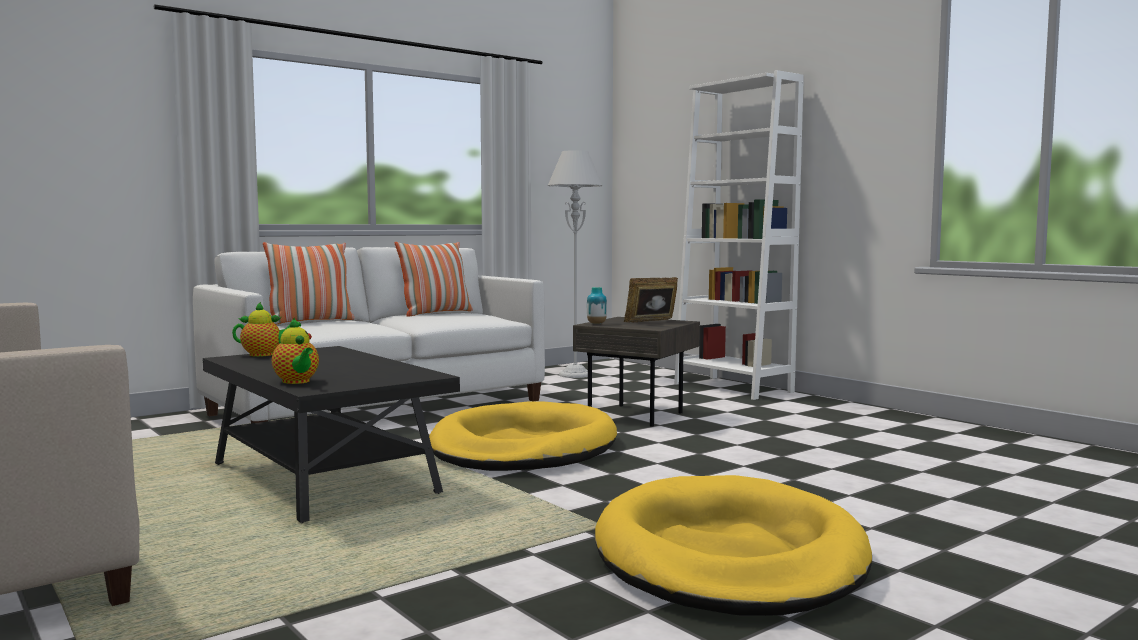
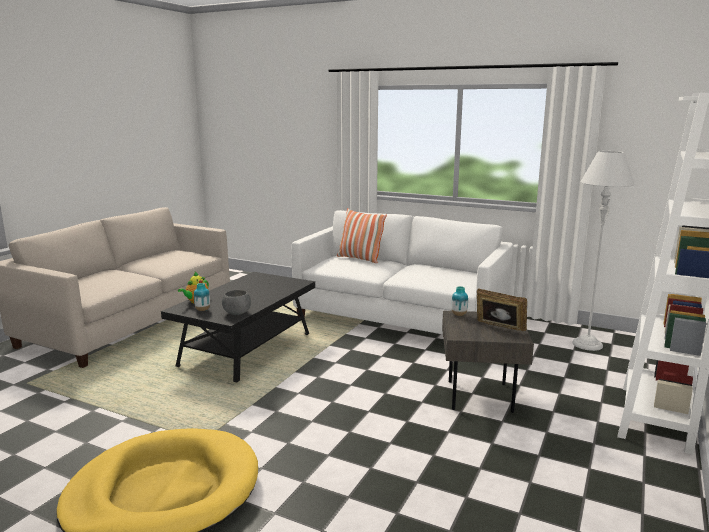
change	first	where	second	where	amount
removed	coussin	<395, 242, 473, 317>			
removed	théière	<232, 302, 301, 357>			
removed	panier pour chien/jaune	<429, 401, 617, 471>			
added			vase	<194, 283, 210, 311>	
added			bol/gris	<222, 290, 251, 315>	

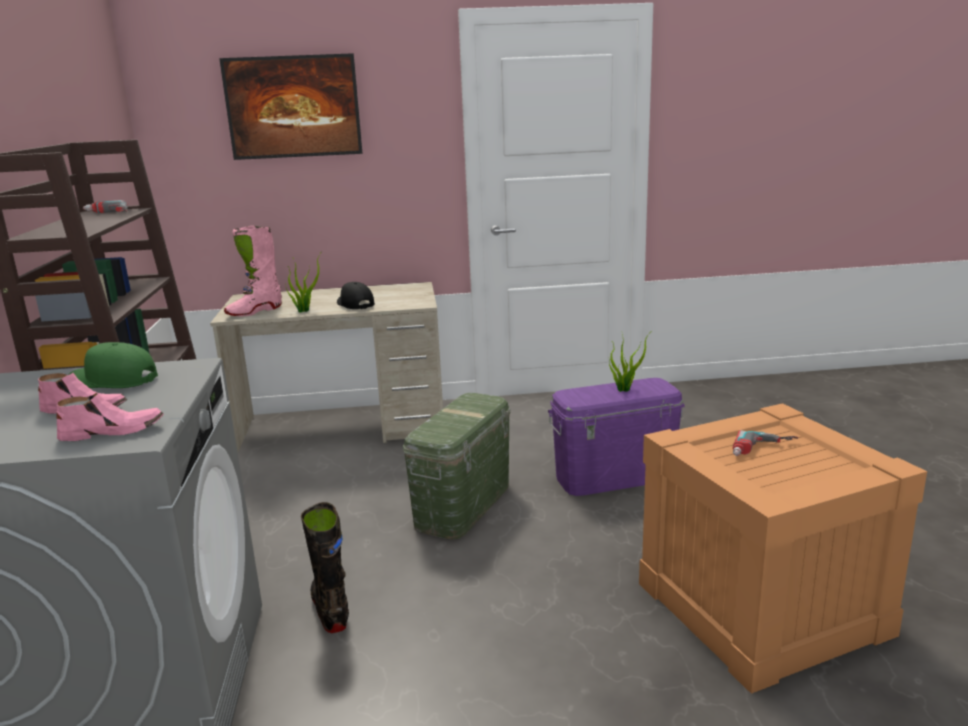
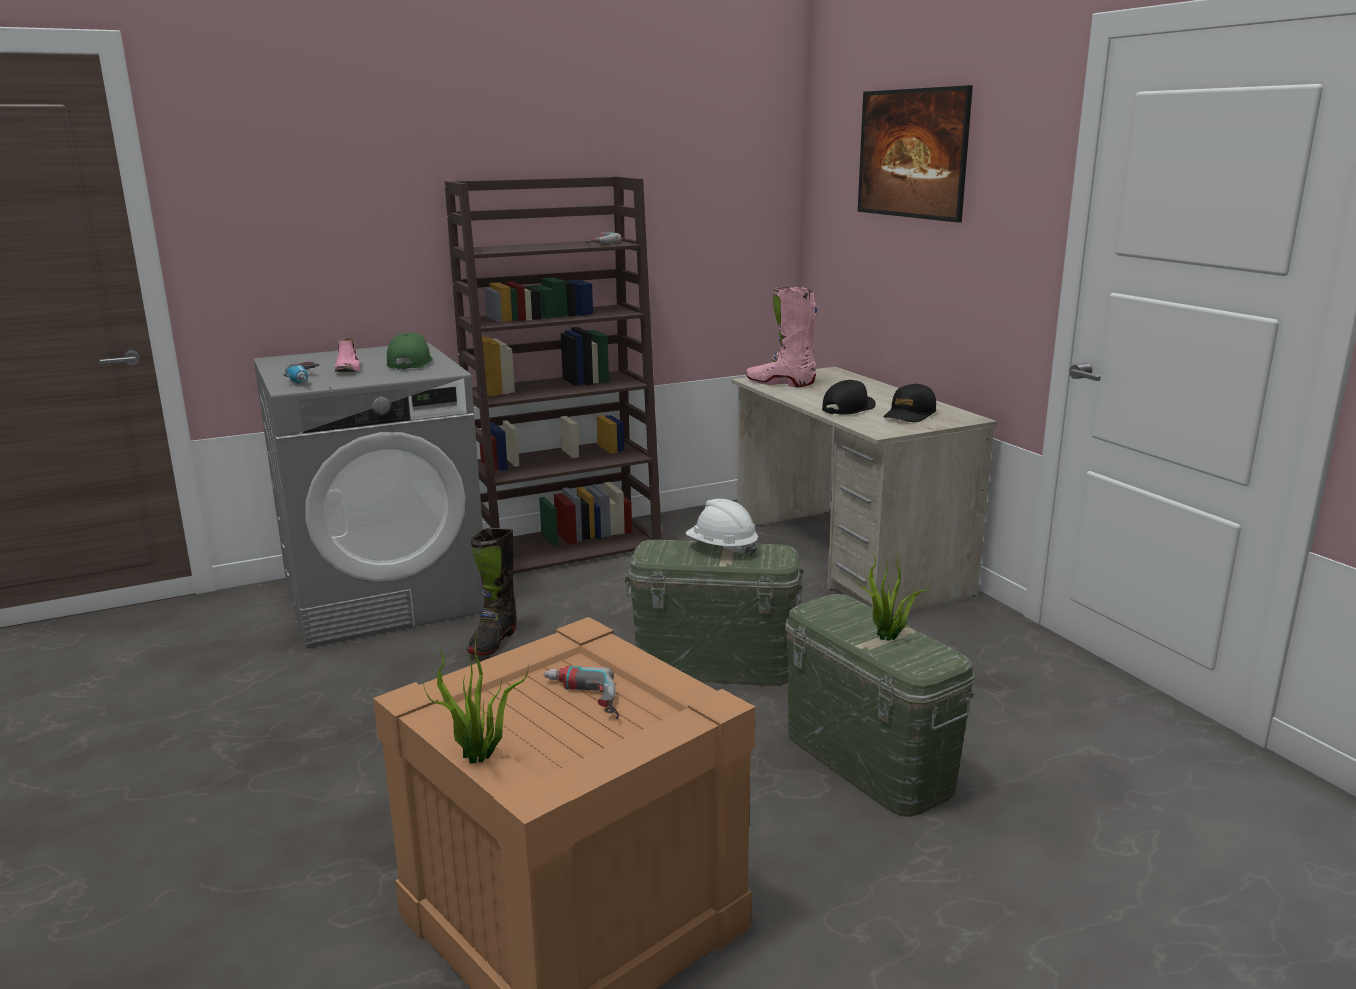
change	first	where	second	where	amount
moved	plante en pot	<285, 251, 322, 313>		<423, 630, 528, 764>	
recoloured	boîte de rangement/violet	<548, 378, 685, 496>	boîte de rangement/vert	<785, 594, 975, 817>	
replaced	chaussure/rose	<56, 393, 164, 441>	perceuse	<284, 362, 319, 384>	
turned	botte/noir	<301, 502, 349, 633>		<467, 528, 517, 655>	150 degrees clockwise
added			casquette/noir	<883, 384, 936, 422>	
added			casque de chantier/blanc	<686, 499, 758, 556>	

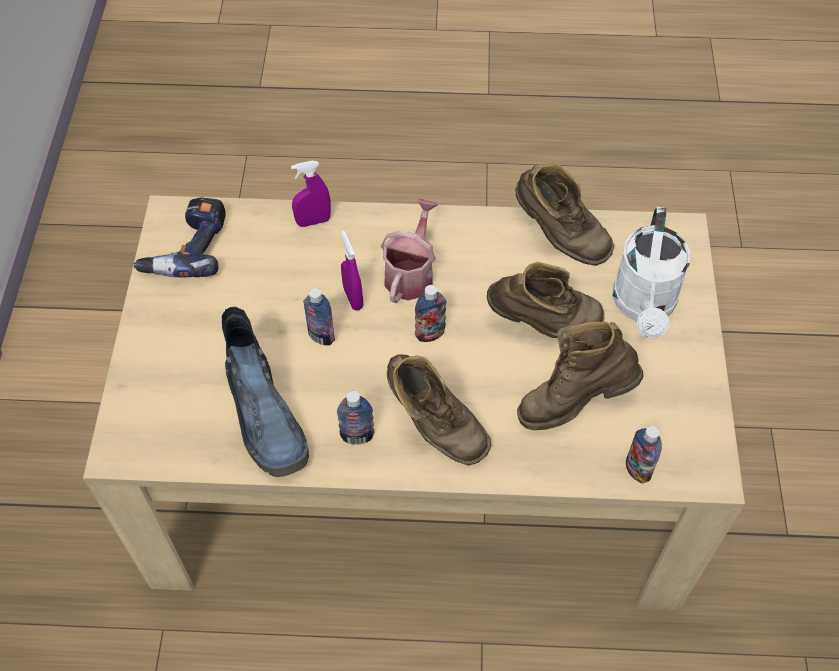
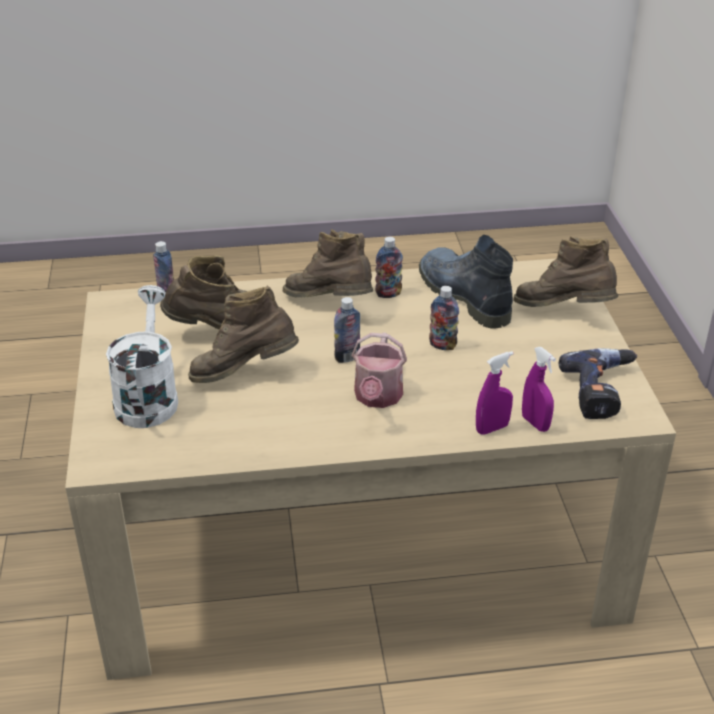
change	first	where	second	where	amount
moved	botte/marron	<515, 163, 614, 266>		<514, 236, 618, 307>	
moved	vaporisateur/violet	<341, 231, 363, 310>		<522, 347, 556, 432>	

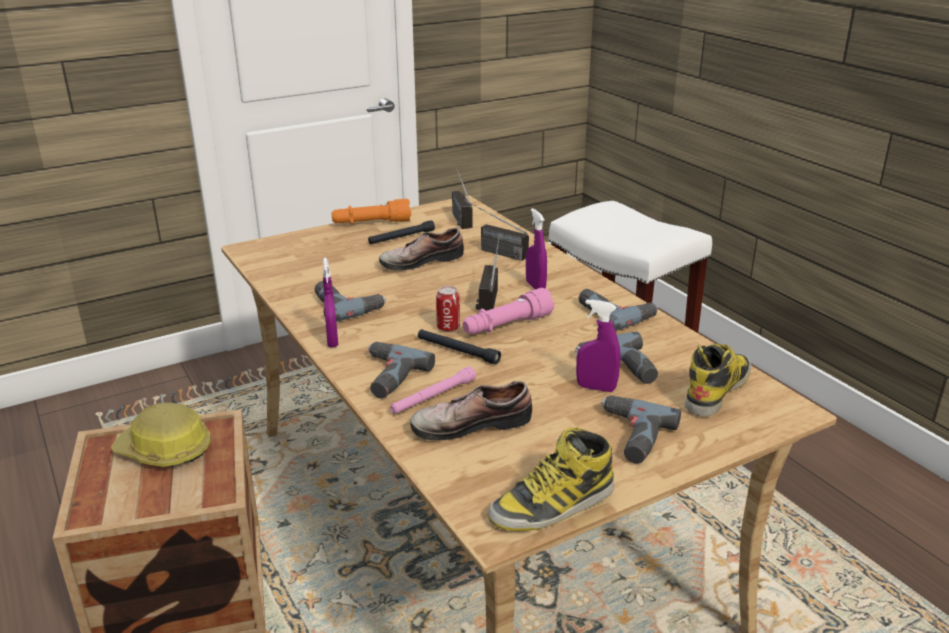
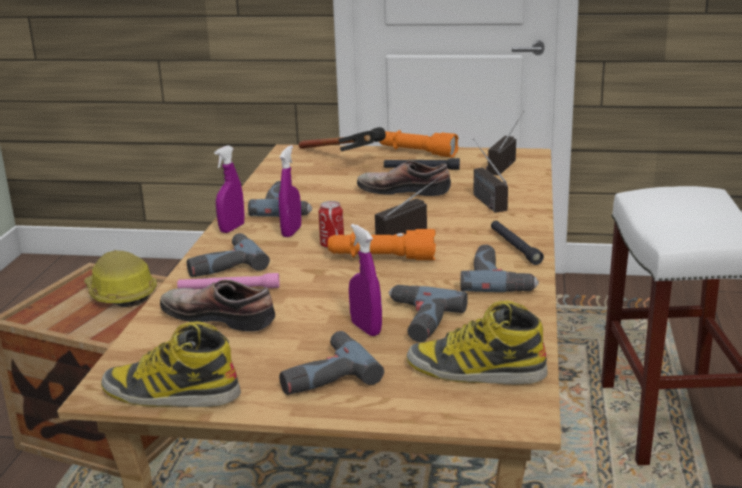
change	first	where	second	where	amount
moved	vaporisateur/violet	<526, 208, 547, 289>		<279, 145, 301, 237>	
recoloured	lampe de poche/rose	<462, 288, 554, 334>	lampe de poche/orange	<328, 229, 436, 260>	
moved	lampe de poche/noir	<418, 329, 501, 365>		<491, 221, 544, 265>	
turned	botte	<684, 344, 751, 417>		<406, 301, 547, 385>	150 degrees counterclockwise
added			marteau	<299, 127, 386, 151>	

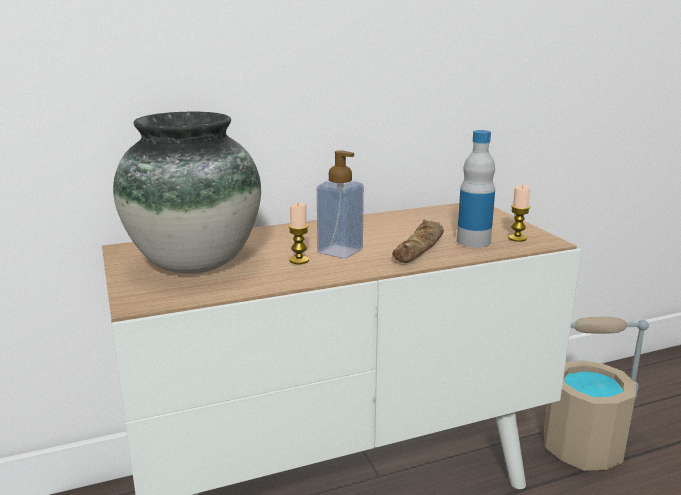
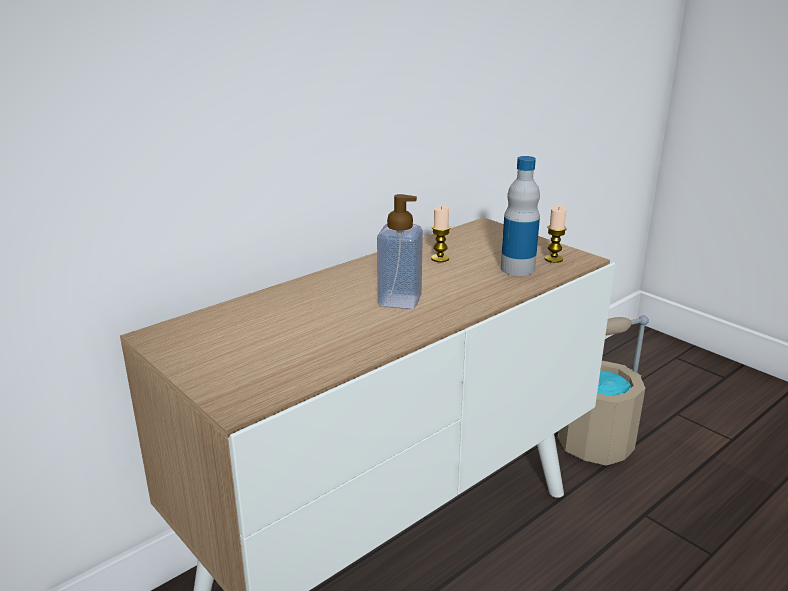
change	first	where	second	where	amount
removed	vase	<113, 112, 261, 274>			
moved	bougie	<288, 203, 309, 264>		<431, 206, 450, 262>	
removed	pain	<392, 220, 444, 263>			

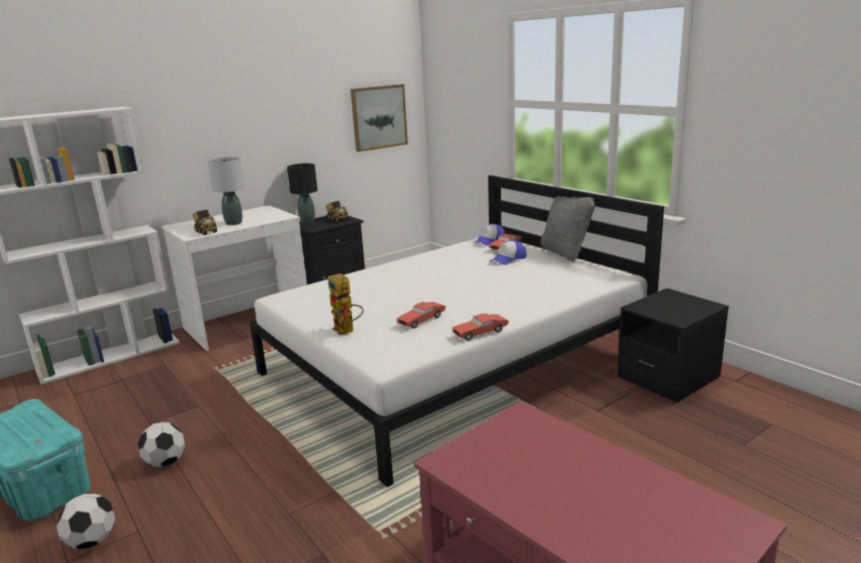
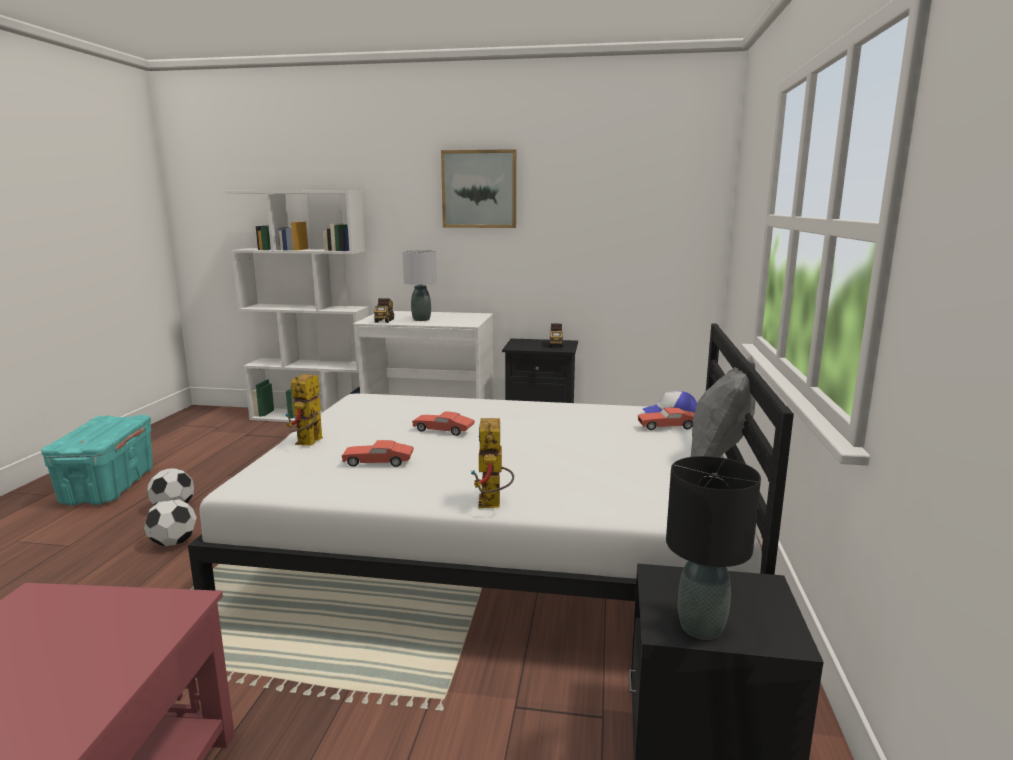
change	first	where	second	where	amount
moved	tableau	<351, 84, 408, 152>		<441, 149, 516, 228>	
moved	lampe de table/noir	<287, 163, 318, 223>		<666, 456, 761, 640>	
removed	casquette	<491, 240, 527, 265>			
moved	petite voiture/rouge	<452, 313, 509, 341>		<412, 411, 475, 436>	
moved	ballon de foot	<56, 493, 115, 549>		<144, 499, 197, 546>	
added			robot jouet	<471, 418, 514, 508>	

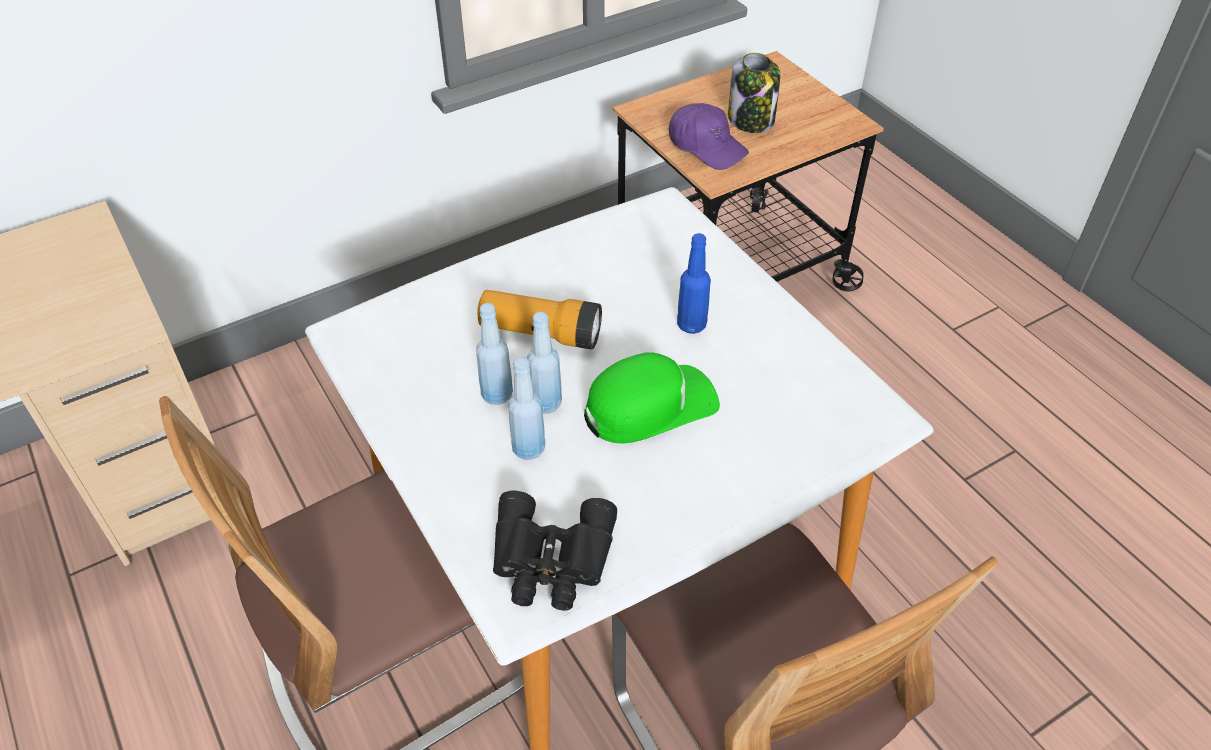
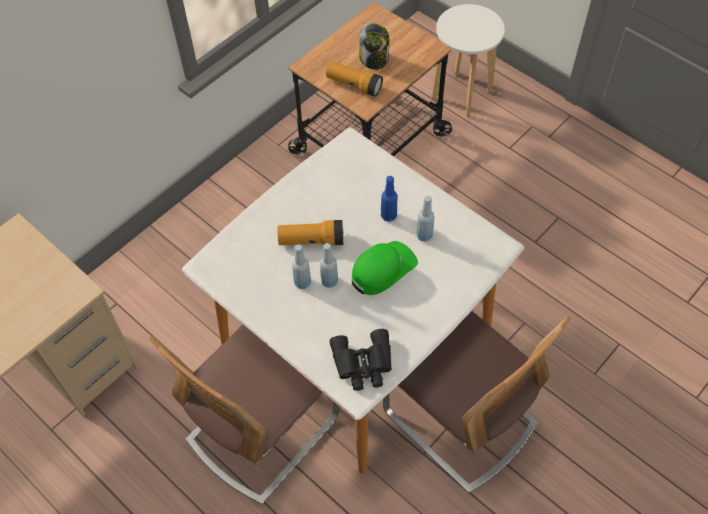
change	first	where	second	where	amount
replaced	casquette/violet	<669, 103, 749, 170>	lampe de poche	<326, 61, 383, 97>	
moved	bouteille/bleu	<508, 357, 545, 460>		<416, 196, 435, 242>	
added			tabouret/blanc	<431, 4, 505, 117>	

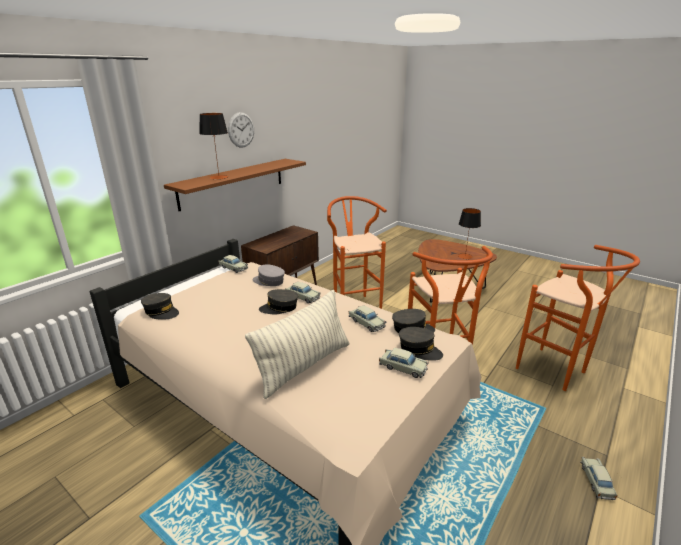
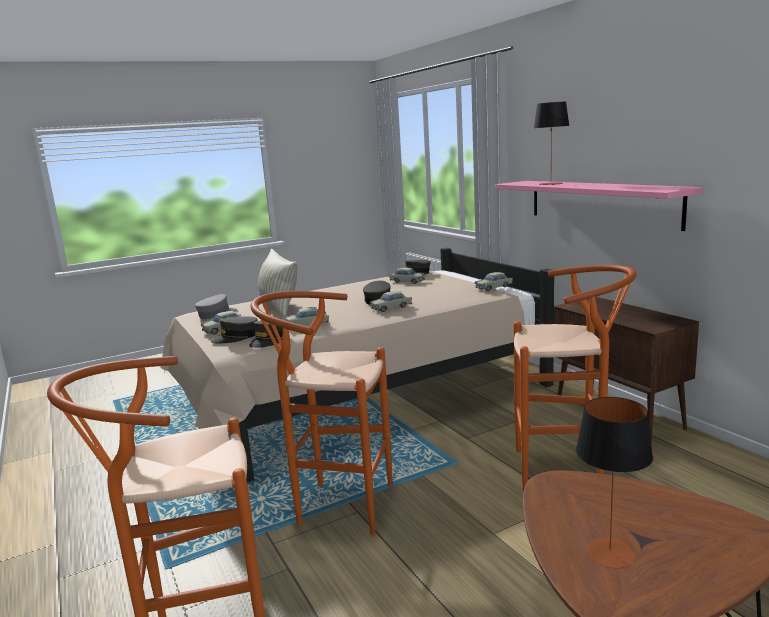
change	first	where	second	where	amount
removed	horloge murale	<228, 112, 254, 147>			
recoloured	étagère/marron	<164, 159, 306, 211>	étagère/rose	<496, 181, 703, 231>	
moved	casquette/gris	<253, 264, 285, 286>		<195, 294, 238, 319>	
moved	petite voiture/beige	<580, 457, 617, 500>		<389, 268, 425, 284>	

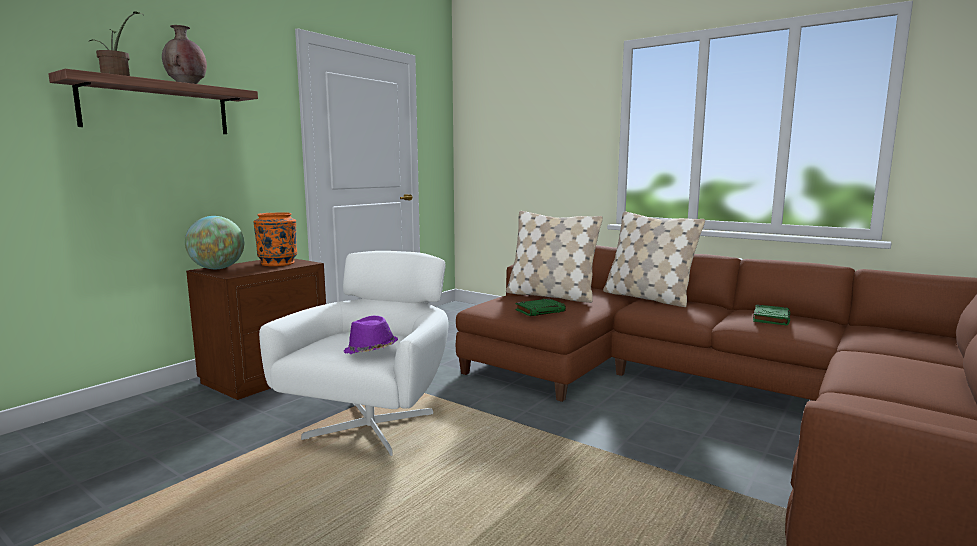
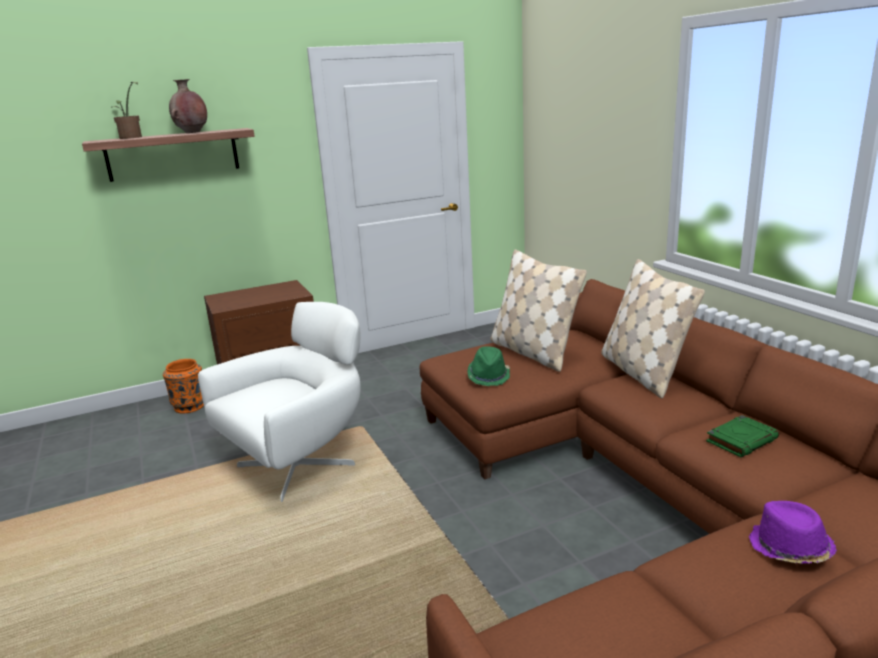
change	first	where	second	where	amount
moved	vase/orange	<254, 212, 297, 266>		<163, 359, 204, 414>	
removed	globe	<185, 216, 244, 269>			
replaced	livre/vert	<515, 299, 566, 316>	chapeau/vert	<467, 347, 510, 386>	
moved	chapeau/violet	<344, 316, 398, 354>		<749, 501, 837, 564>	

